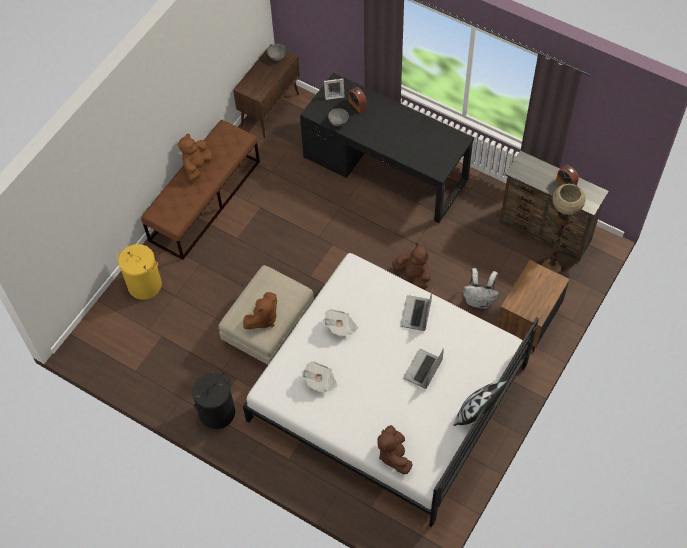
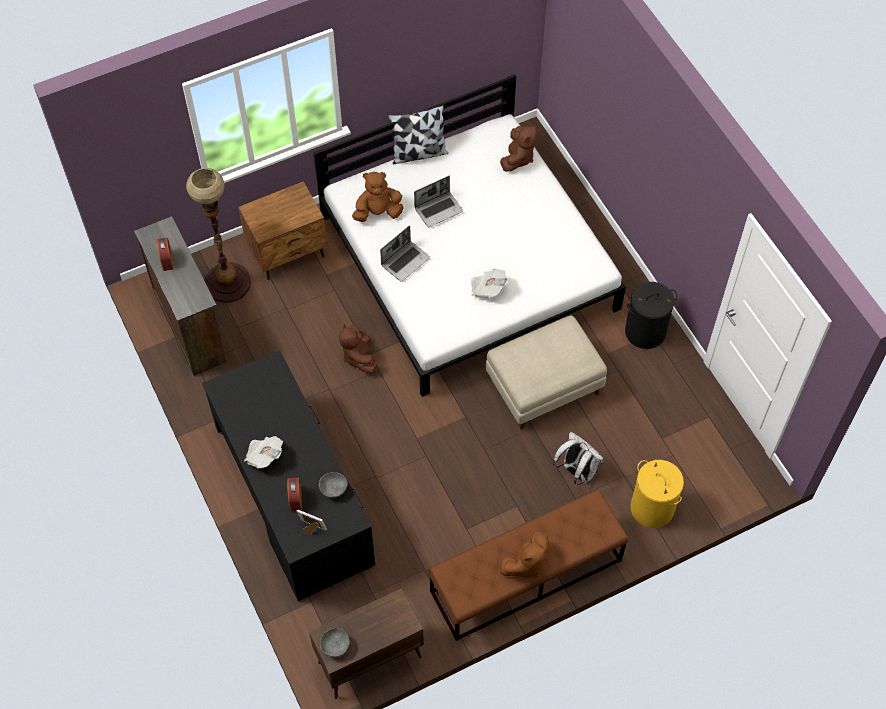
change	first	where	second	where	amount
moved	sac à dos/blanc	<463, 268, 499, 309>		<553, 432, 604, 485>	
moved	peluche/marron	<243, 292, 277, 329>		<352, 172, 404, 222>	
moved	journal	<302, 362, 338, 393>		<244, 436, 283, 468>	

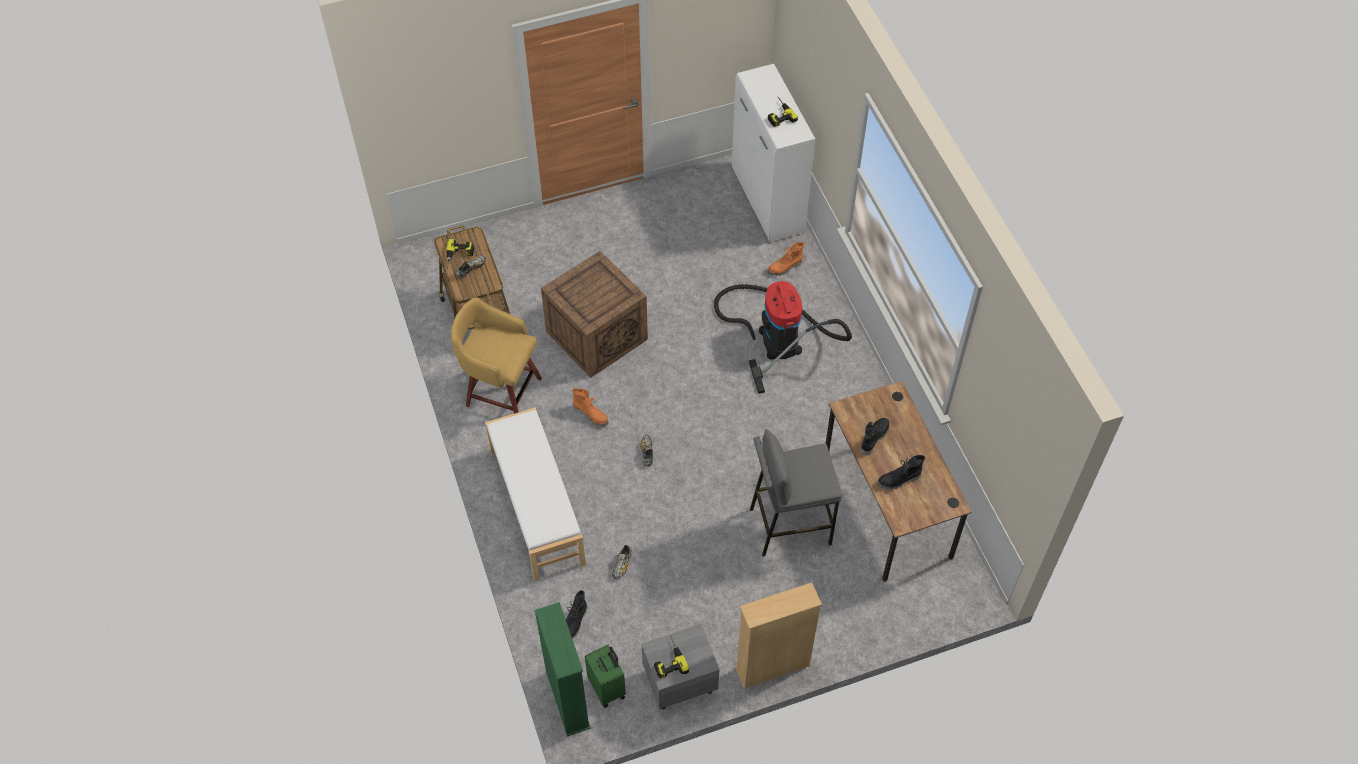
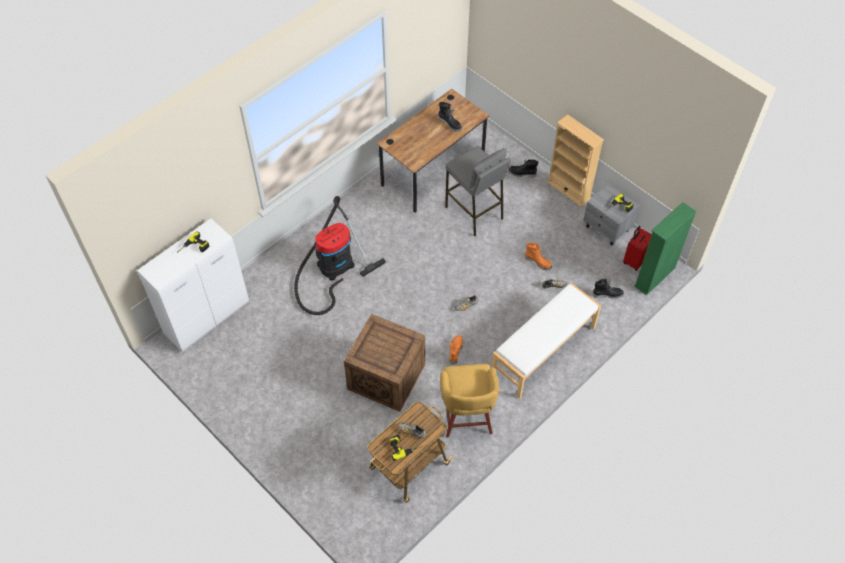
change	first	where	second	where	amount
moved	botte/orange	<767, 242, 804, 276>		<525, 243, 552, 270>	
moved	botte/noir	<861, 418, 890, 455>		<508, 160, 539, 177>	
recoloured	valise/vert	<585, 645, 626, 708>	valise/rouge	<623, 226, 652, 271>	

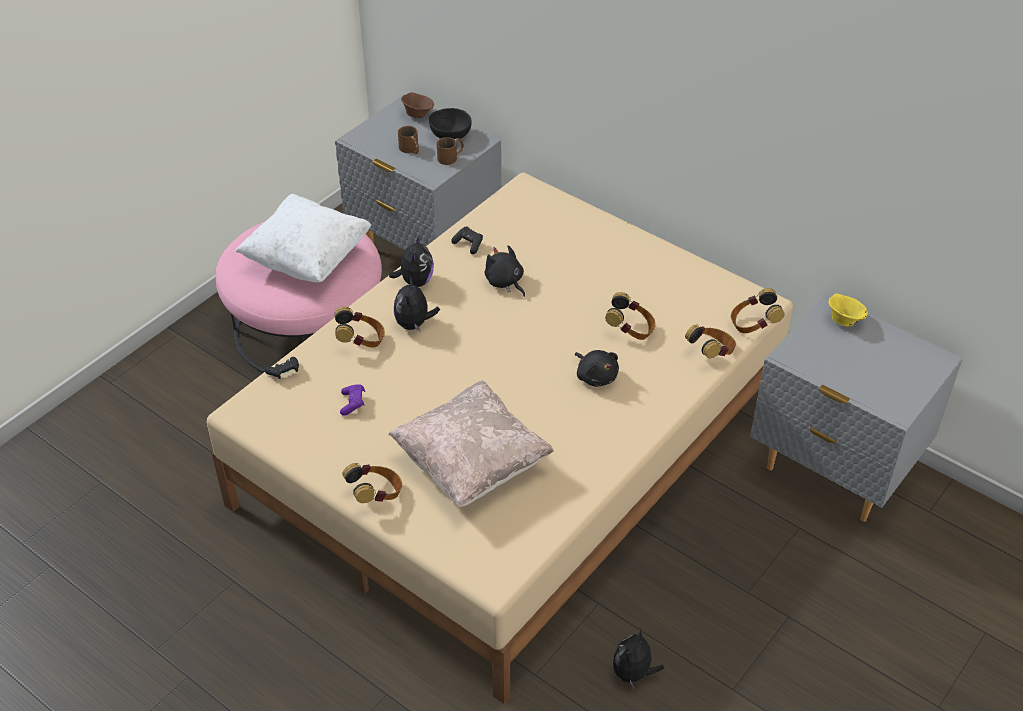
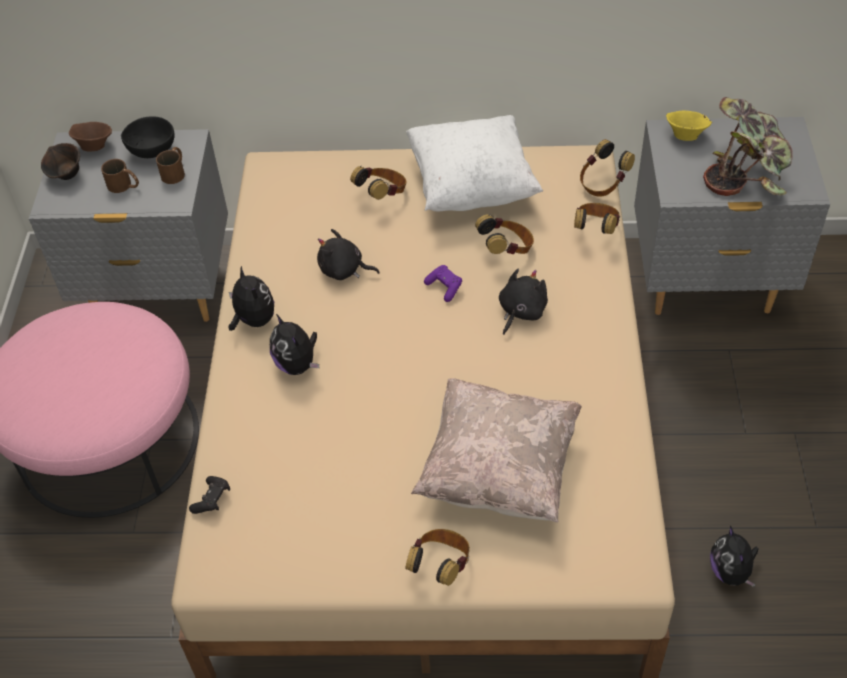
change	first	where	second	where	amount
moved	coussin/blanc	<235, 194, 372, 282>		<406, 115, 543, 211>	
removed	manette/noir	<451, 227, 483, 254>			
moved	casque audio	<335, 307, 385, 347>		<350, 166, 407, 200>	
turned	peluche/noir	<575, 350, 619, 387>		<499, 269, 548, 335>	75 degrees counterclockwise
moved	manette/violet	<340, 384, 365, 416>		<424, 265, 462, 302>	
added			plante en pot	<703, 97, 793, 196>	
added			bol/marron	<41, 143, 80, 180>	

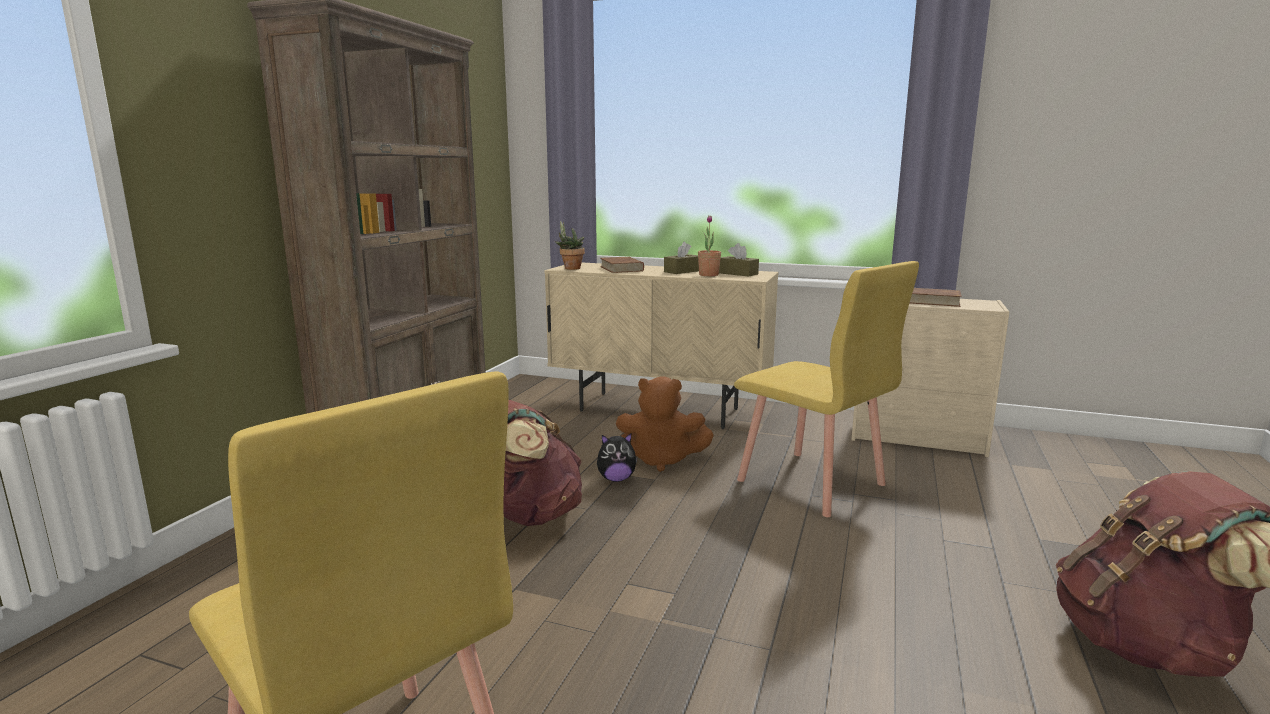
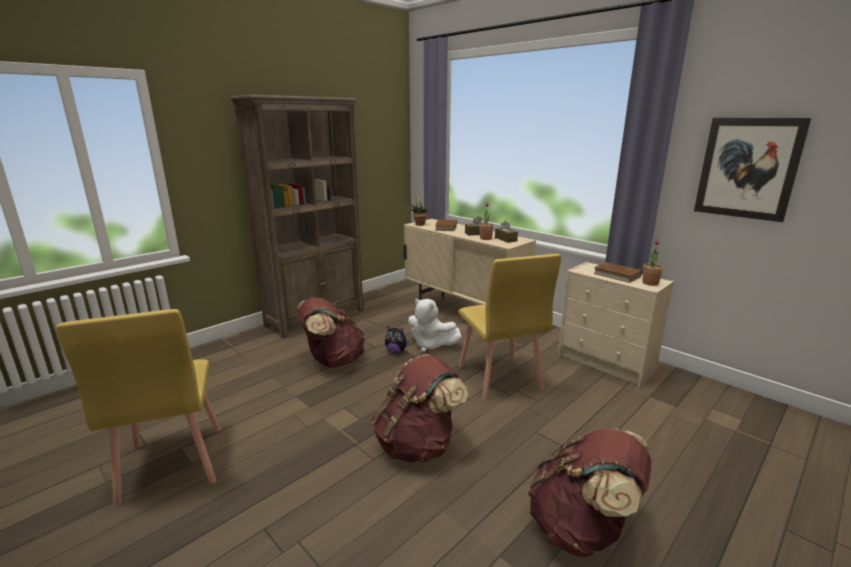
change	first	where	second	where	amount
recoloured	peluche/marron	<616, 376, 714, 472>	peluche/blanc	<408, 298, 462, 352>	
added			tableau	<694, 118, 812, 222>	
added			plante en pot	<642, 239, 663, 286>	
added			sac à dos/marron	<371, 354, 468, 463>	

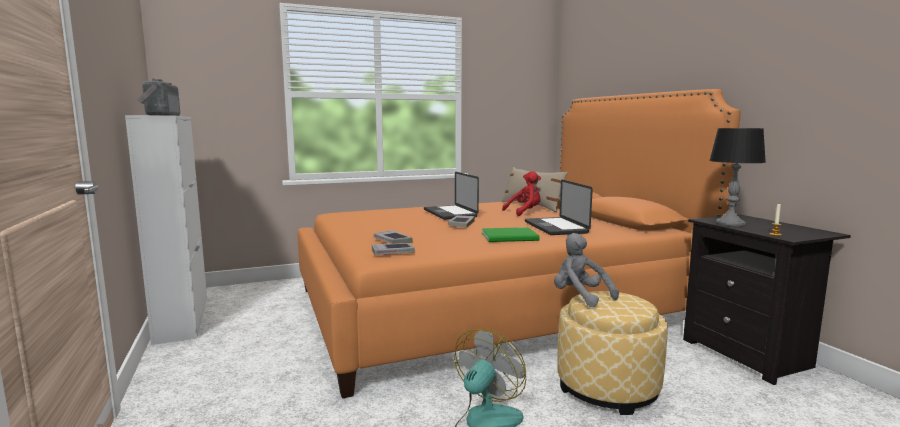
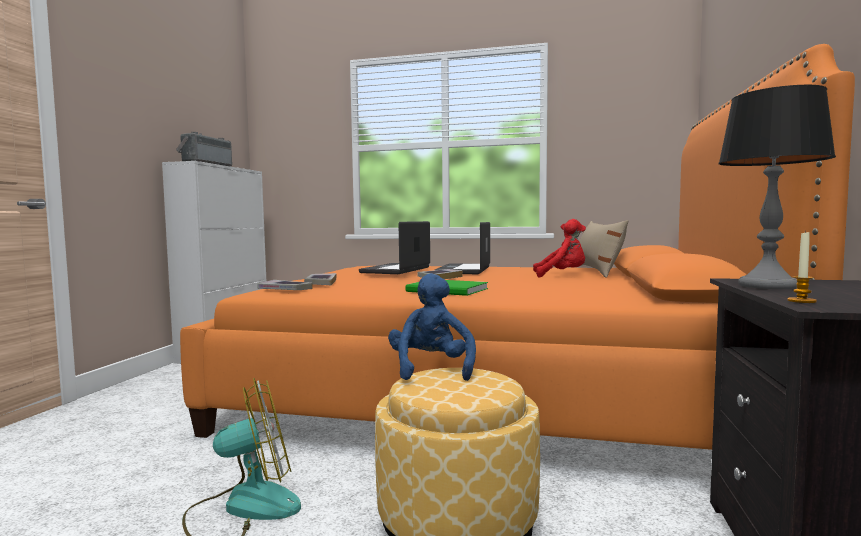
change	first	where	second	where	amount
moved	ordinateur portable	<525, 180, 593, 235>		<359, 221, 430, 274>	
recoloured	peluche/gris	<554, 233, 619, 307>	peluche/bleu	<388, 273, 476, 381>	

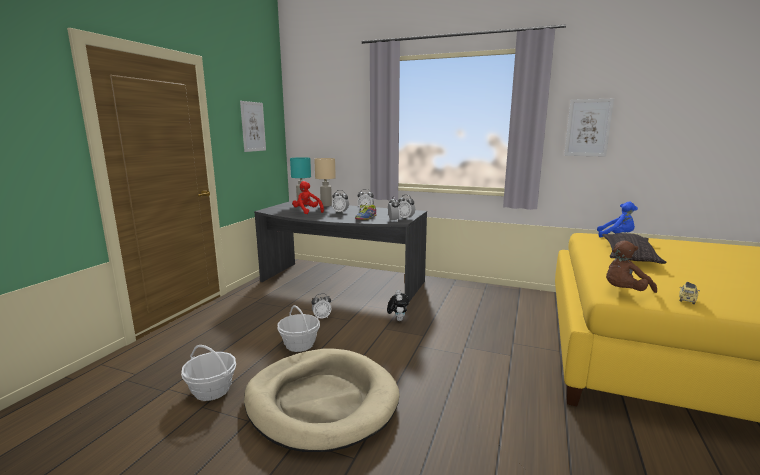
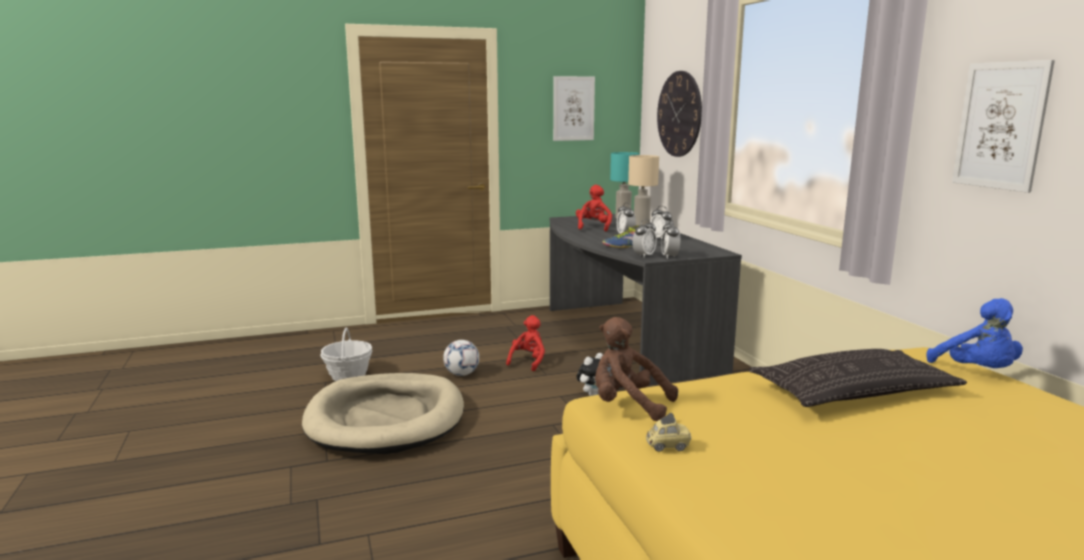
change	first	where	second	where	amount
replaced	réveil	<312, 293, 332, 318>	peluche/rouge	<506, 315, 545, 371>	
replaced	panier	<277, 305, 320, 352>	ballon de foot	<443, 340, 479, 376>	
added			horloge murale	<657, 71, 702, 157>	

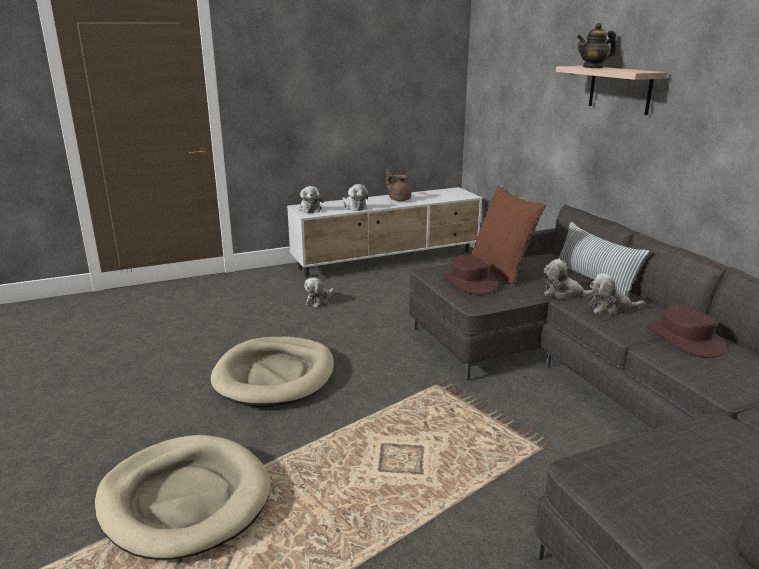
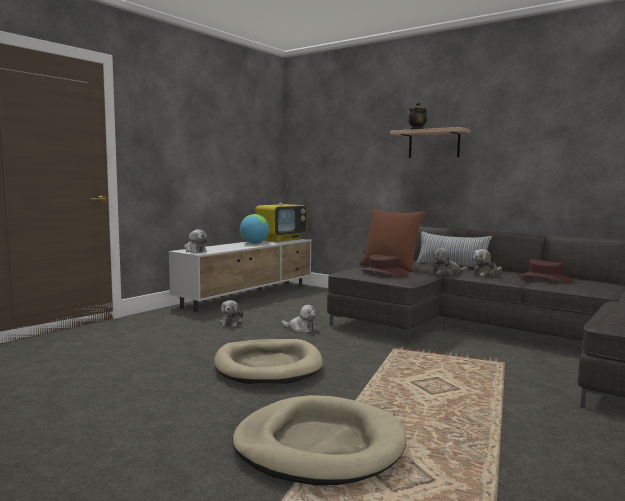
change	first	where	second	where	amount
replaced	théière/marron	<386, 168, 411, 201>	globe	<240, 214, 269, 244>	
moved	peluche	<342, 184, 368, 211>		<281, 305, 316, 332>	
added			téléviseur	<256, 184, 307, 242>	

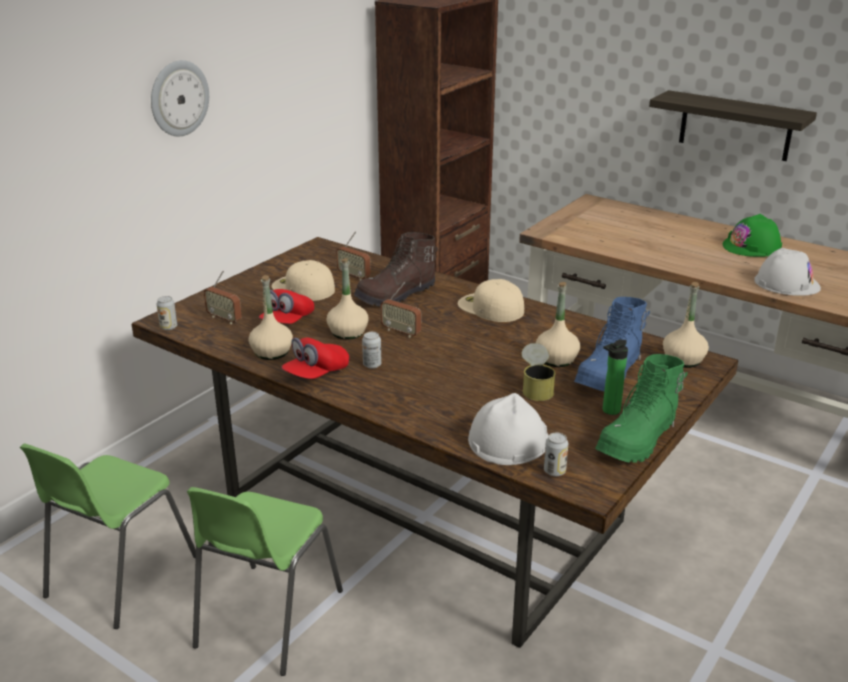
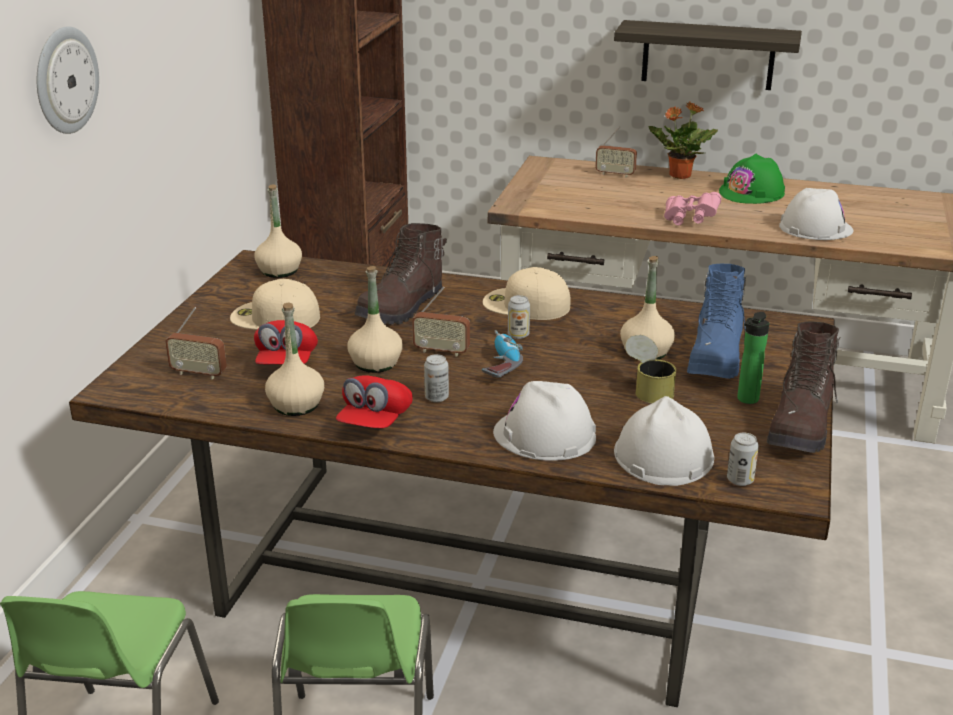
change	first	where	second	where	amount
moved	radio	<336, 231, 371, 281>		<595, 126, 637, 177>	
moved	bouteille/beige	<663, 282, 709, 368>		<254, 184, 302, 278>	
moved	boîte métallique	<156, 296, 177, 330>		<508, 295, 530, 339>	
recoloured	botte/vert	<595, 354, 688, 463>	botte/marron	<767, 321, 840, 453>	
added			plante en pot	<649, 102, 718, 179>	
added			jumelles/rose	<664, 192, 721, 225>	
added			perceuse	<482, 330, 523, 378>	
added			casque de chantier/blanc	<493, 381, 596, 461>	

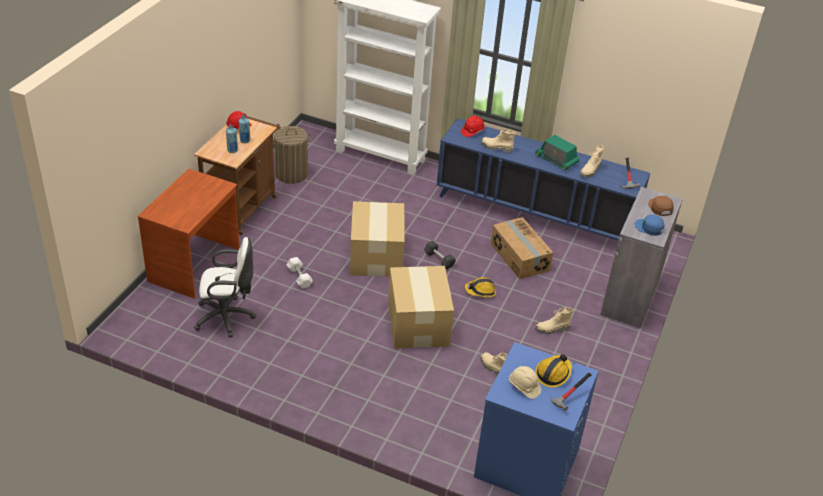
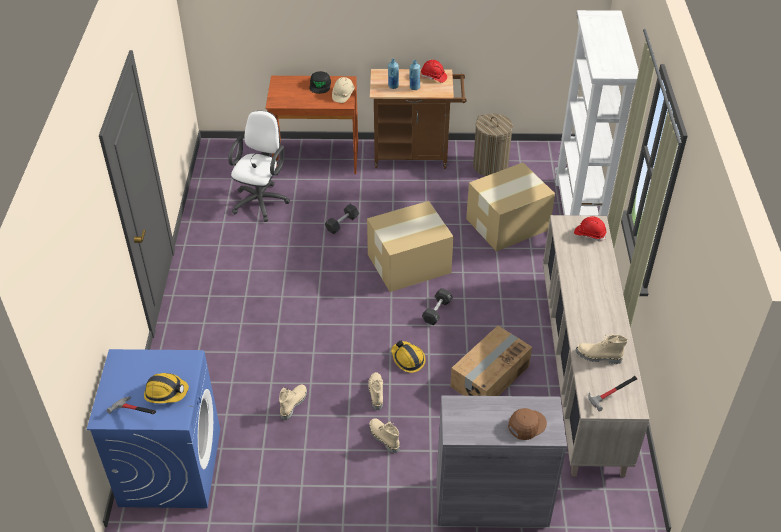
change	first	where	second	where	amount
recoloured	meuble de rangement/bleu	<437, 118, 650, 240>	meuble de rangement/beige	<543, 215, 649, 477>	
moved	botte/beige	<481, 129, 516, 153>		<368, 372, 383, 410>	
removed	radio	<535, 135, 579, 171>			
removed	casquette/bleu	<634, 215, 665, 236>			
turned	chaise de bureau/blanc	<194, 237, 256, 338>		<228, 111, 290, 222>	135 degrees counterclockwise
recoloured	haltère/blanc	<287, 257, 313, 289>	haltère/noir	<325, 204, 359, 234>	
moved	carton	<388, 266, 454, 349>		<466, 163, 555, 251>	
moved	casque de chantier/beige	<509, 366, 541, 399>		<332, 77, 355, 103>	
added			casquette/noir	<309, 71, 331, 94>	

